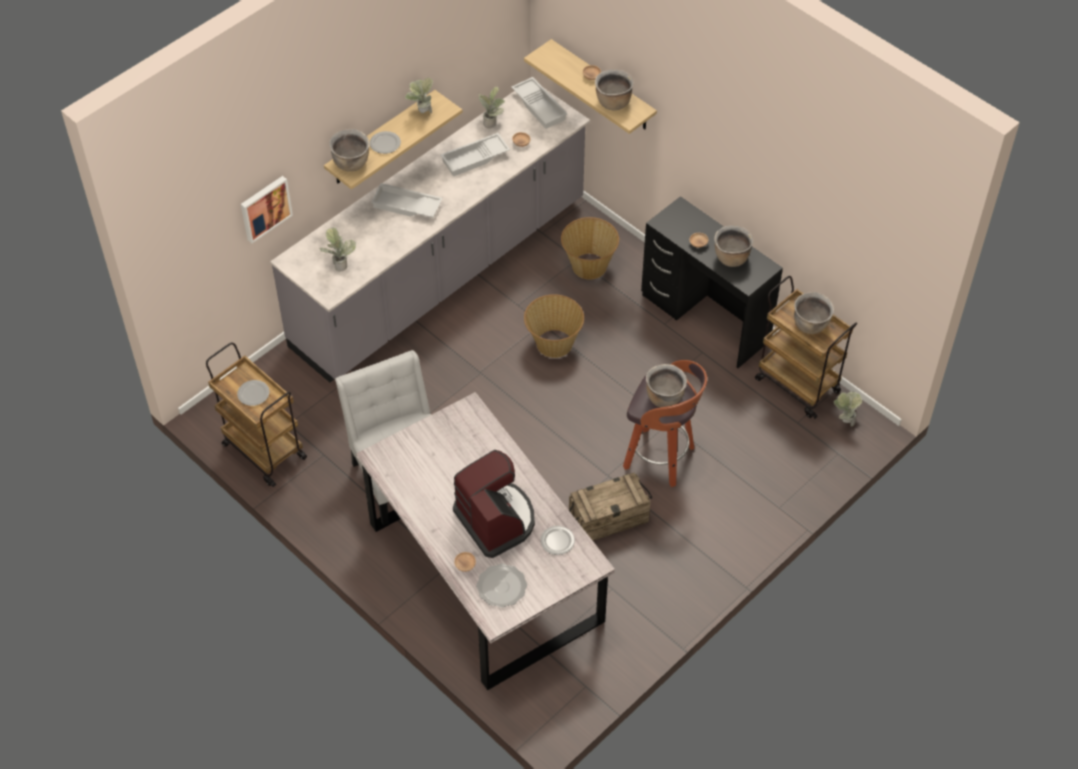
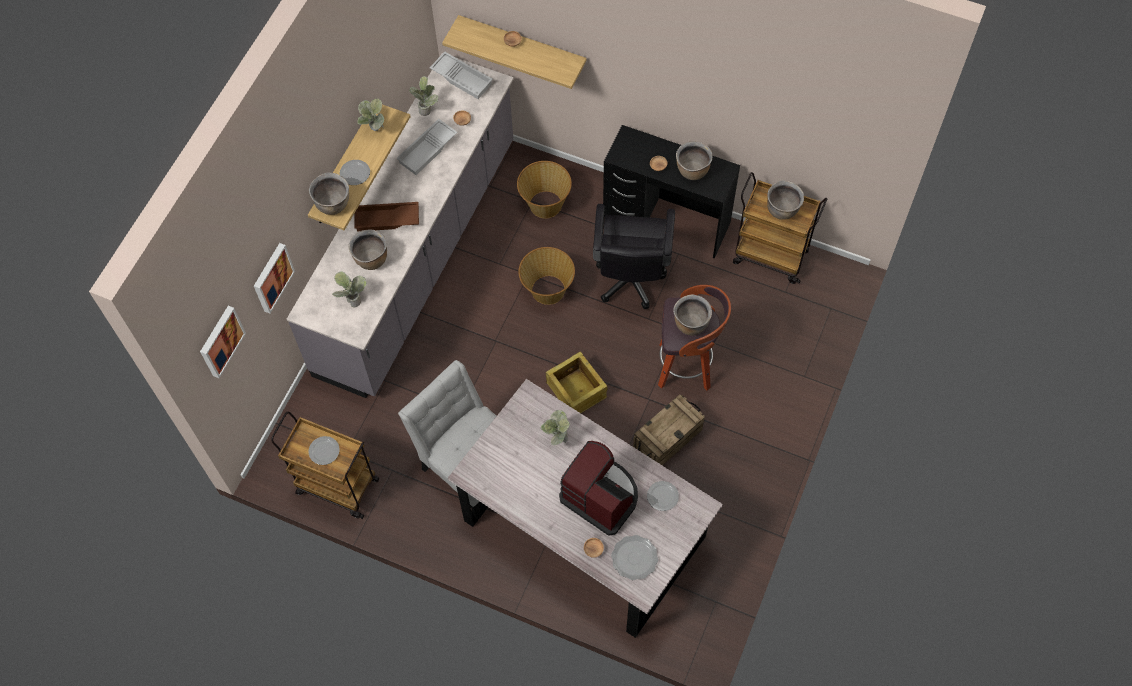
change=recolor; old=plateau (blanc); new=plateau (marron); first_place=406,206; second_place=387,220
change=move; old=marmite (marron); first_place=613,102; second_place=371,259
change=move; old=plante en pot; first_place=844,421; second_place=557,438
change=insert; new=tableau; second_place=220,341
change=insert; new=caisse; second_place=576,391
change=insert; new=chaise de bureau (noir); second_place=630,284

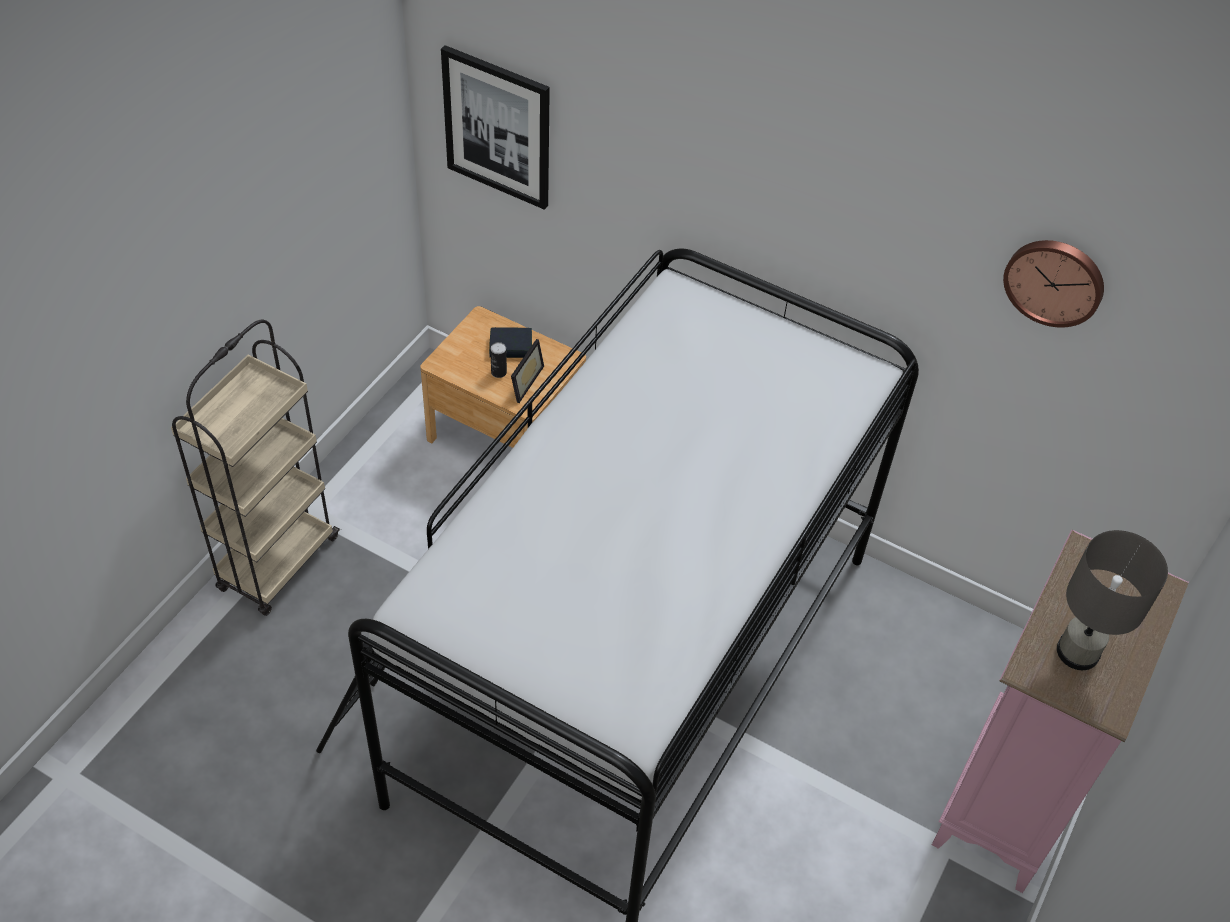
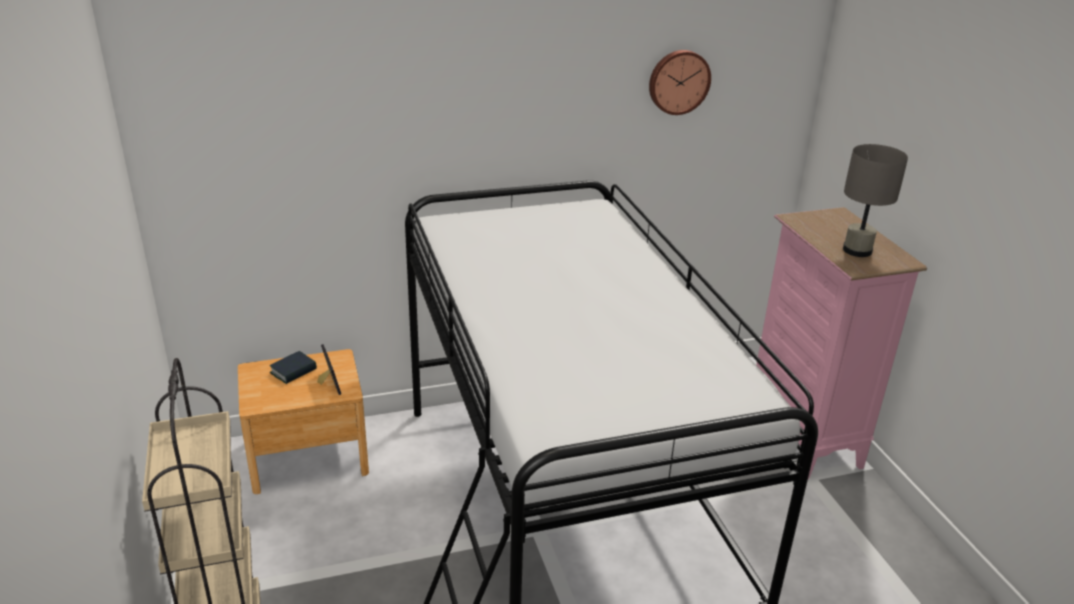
change=delete; old=tableau; first_place=498,127
change=delete; old=boîte métallique; first_place=498,372

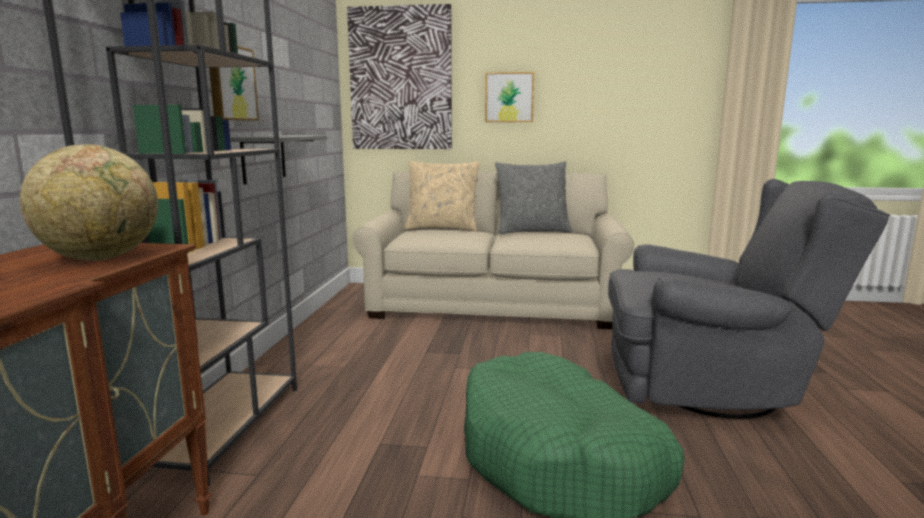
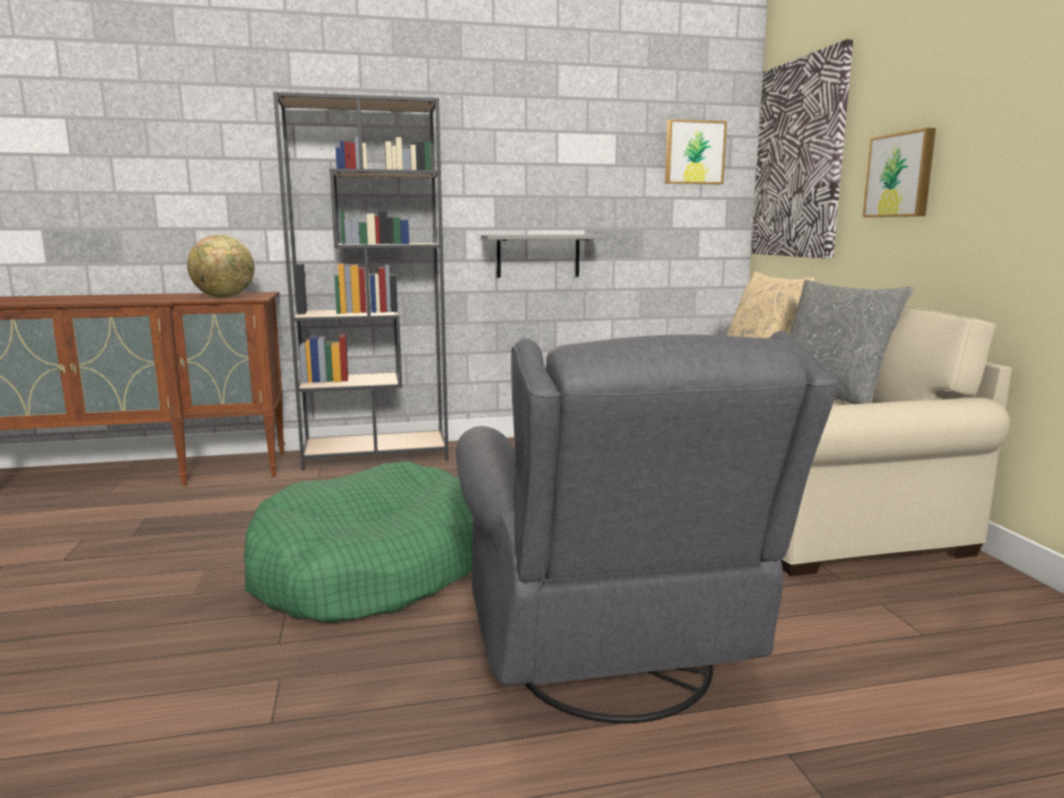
change=move; old=tableau; first_place=230,83; second_place=694,152

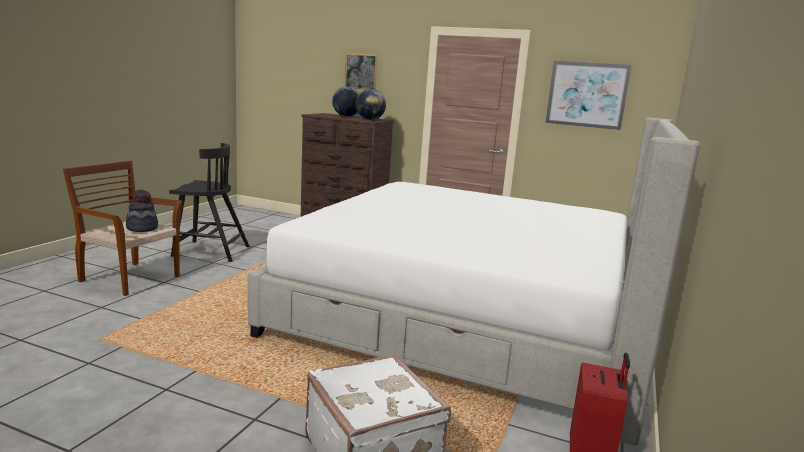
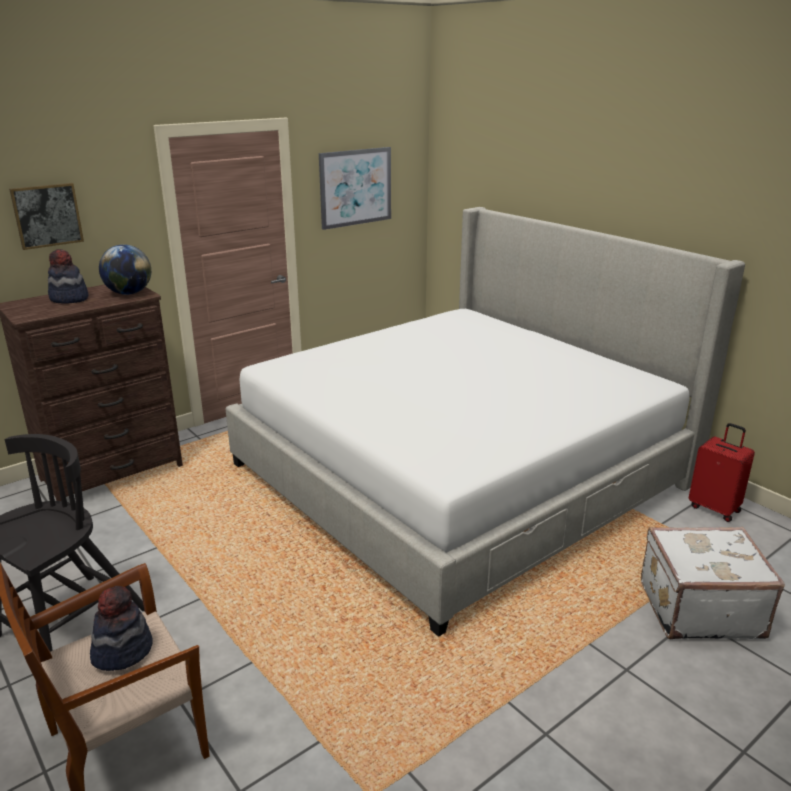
change=replace; old=globe; new=chapeau; first_place=346,116; second_place=69,299

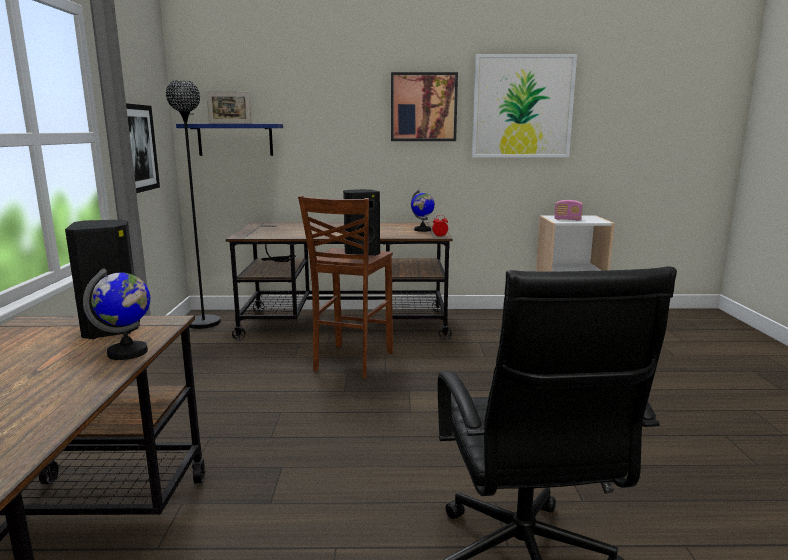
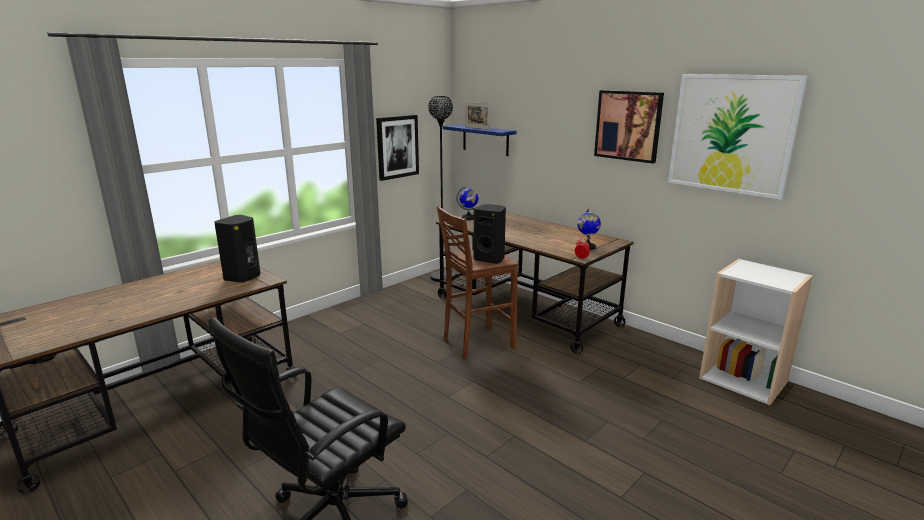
change=move; old=globe; first_place=128,352; second_place=468,218
change=delete; old=radio; first_place=567,219

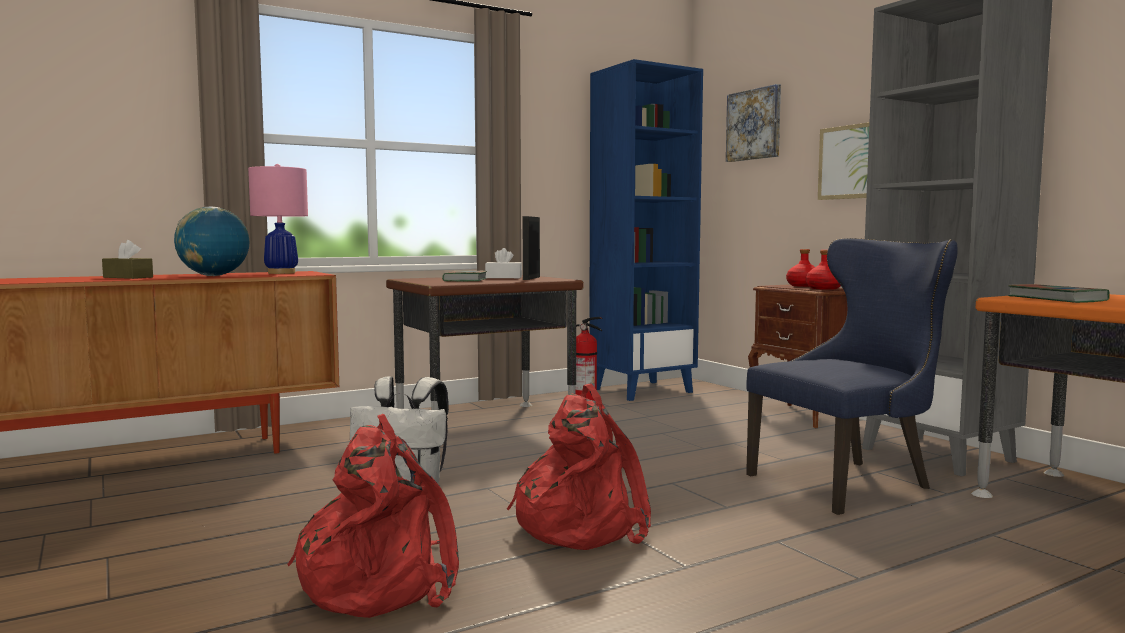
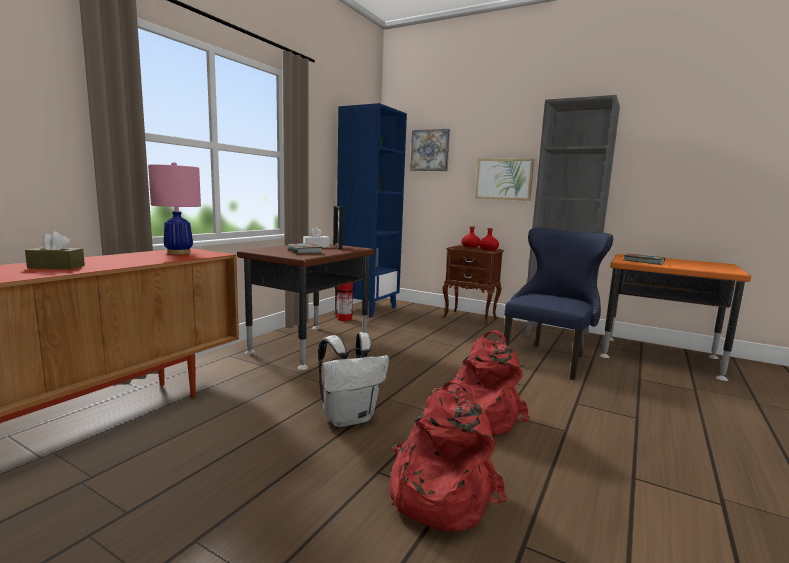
change=delete; old=globe; first_place=214,276

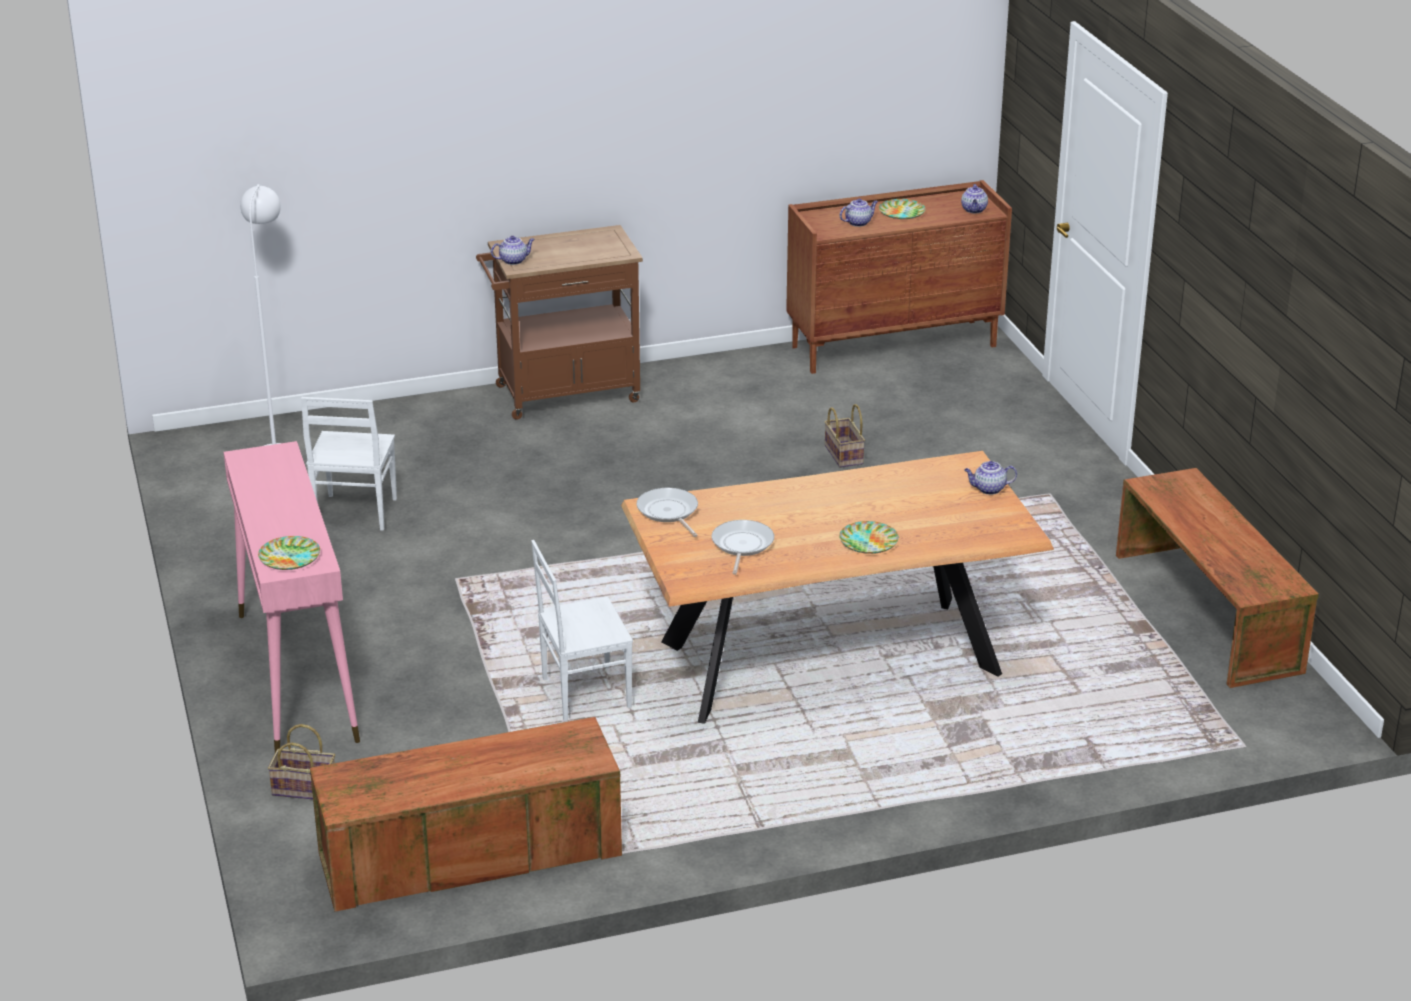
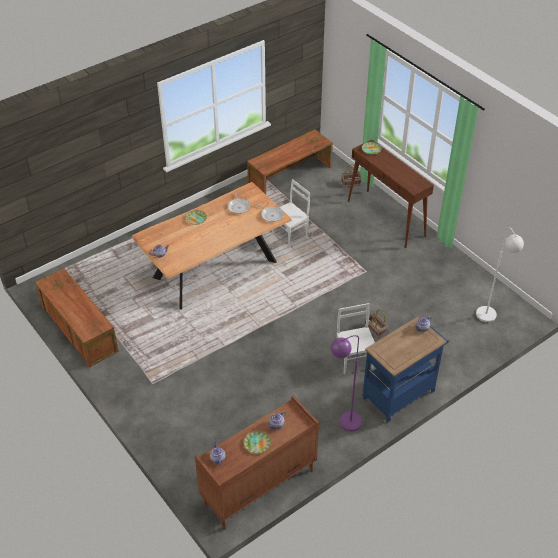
change=recolor; old=table console (rose); new=table console (marron); first_place=296,675; second_place=386,219
change=move; old=chaise (blanc); first_place=354,513; second_place=355,360
change=recolor; old=chariot (marron); new=chariot (bleu); first_place=563,394; second_place=400,394
change=move; old=panier; first_place=842,454; second_place=376,329
change=insert; new=lampadaire (violet); second_place=344,425

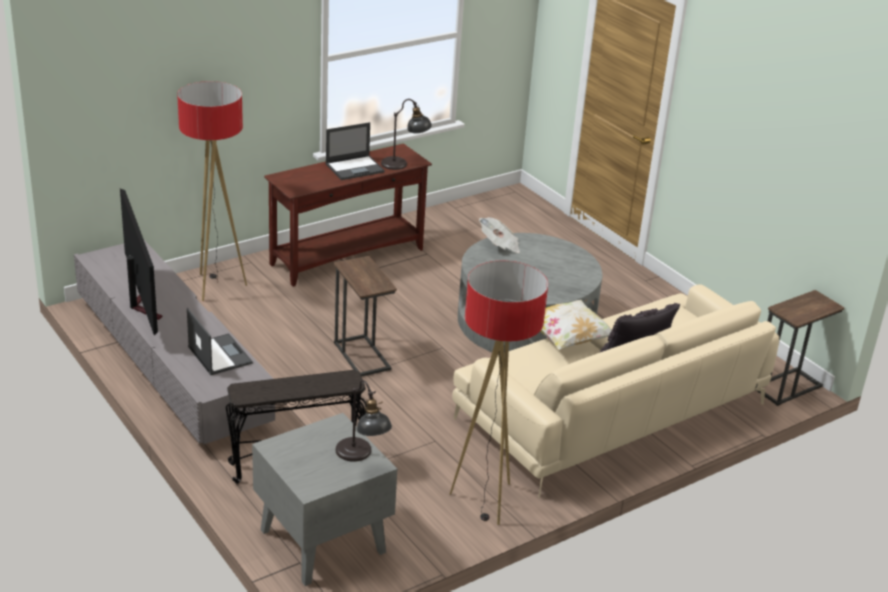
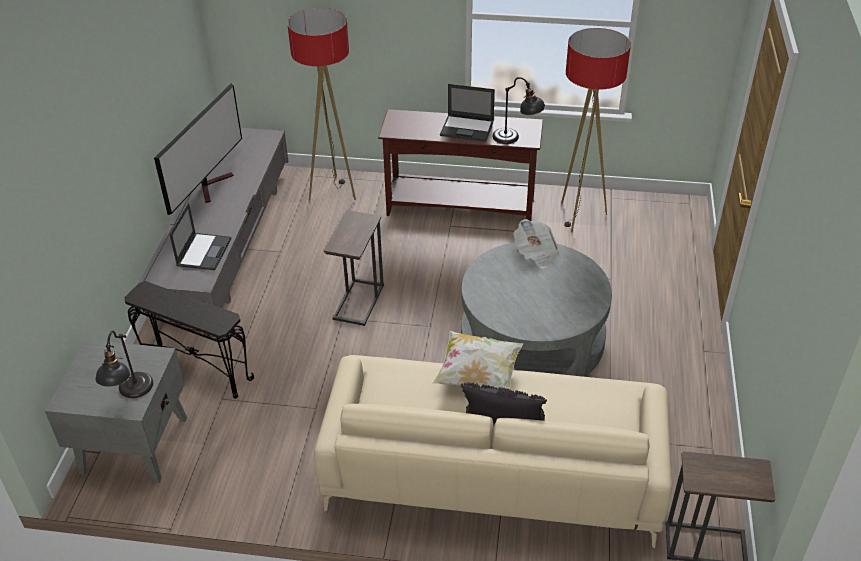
change=move; old=lampadaire; first_place=485,501; second_place=579,216

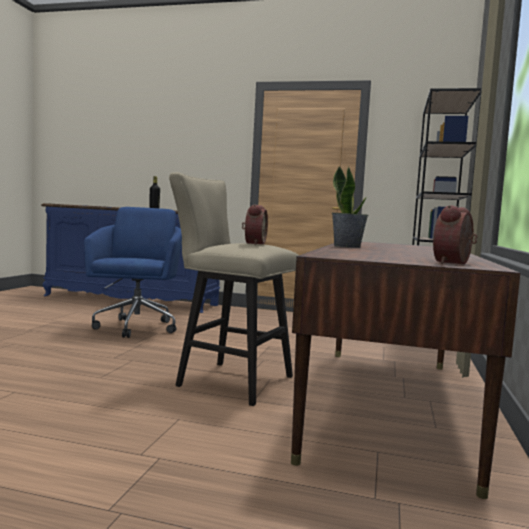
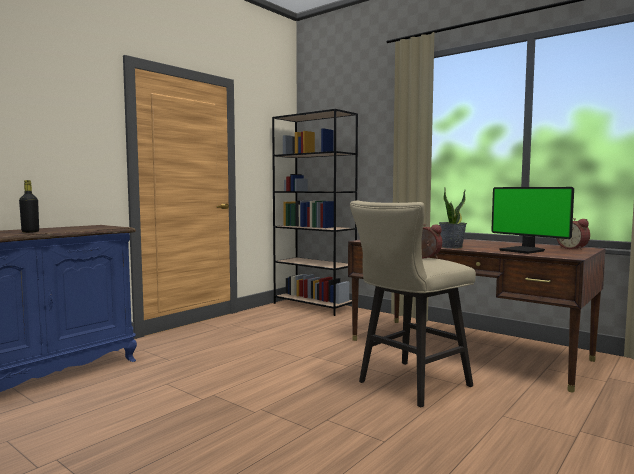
change=delete; old=chaise de bureau (bleu); first_place=135,329
change=insert; new=écran d'ordinateur; second_place=523,250

